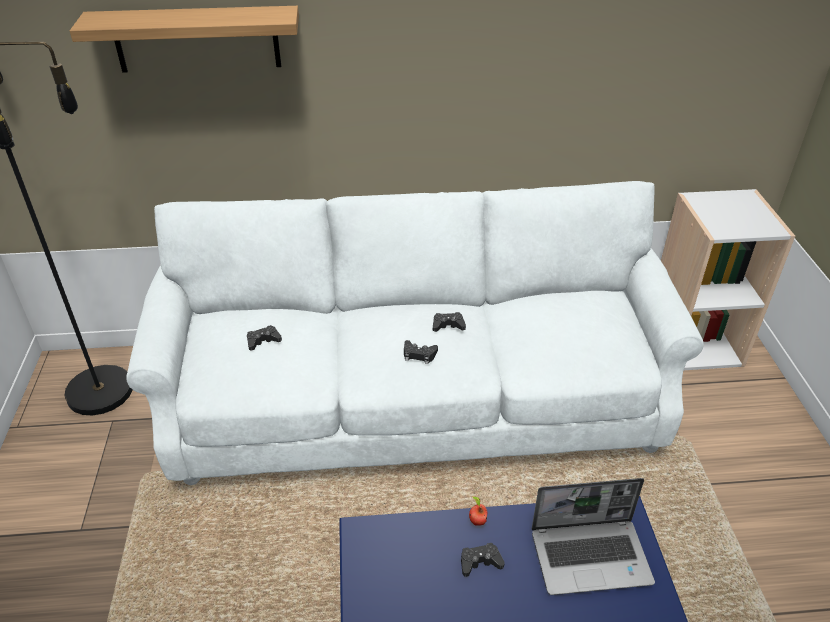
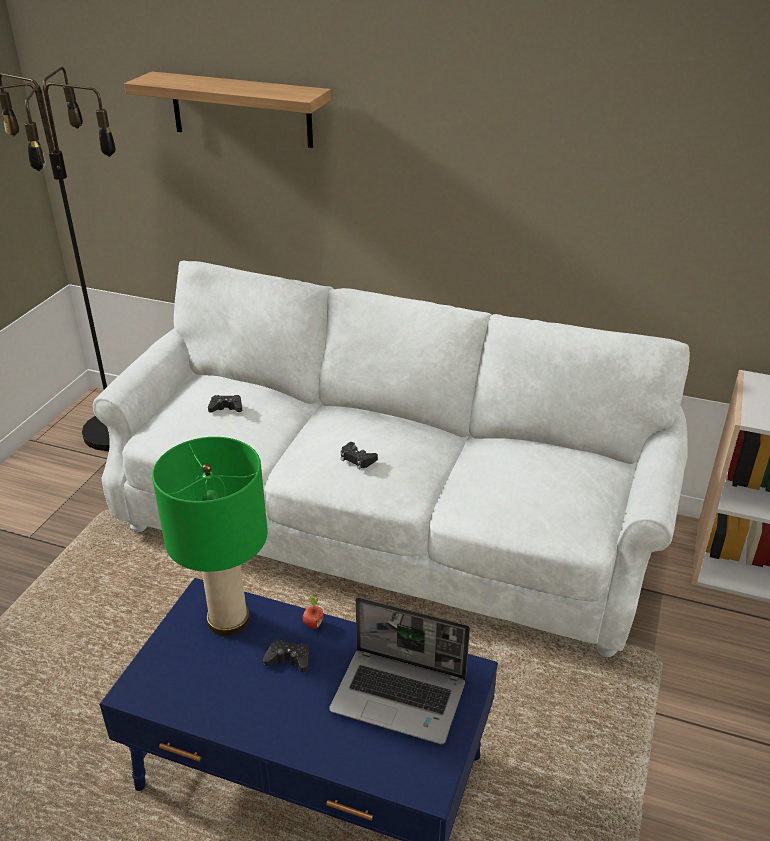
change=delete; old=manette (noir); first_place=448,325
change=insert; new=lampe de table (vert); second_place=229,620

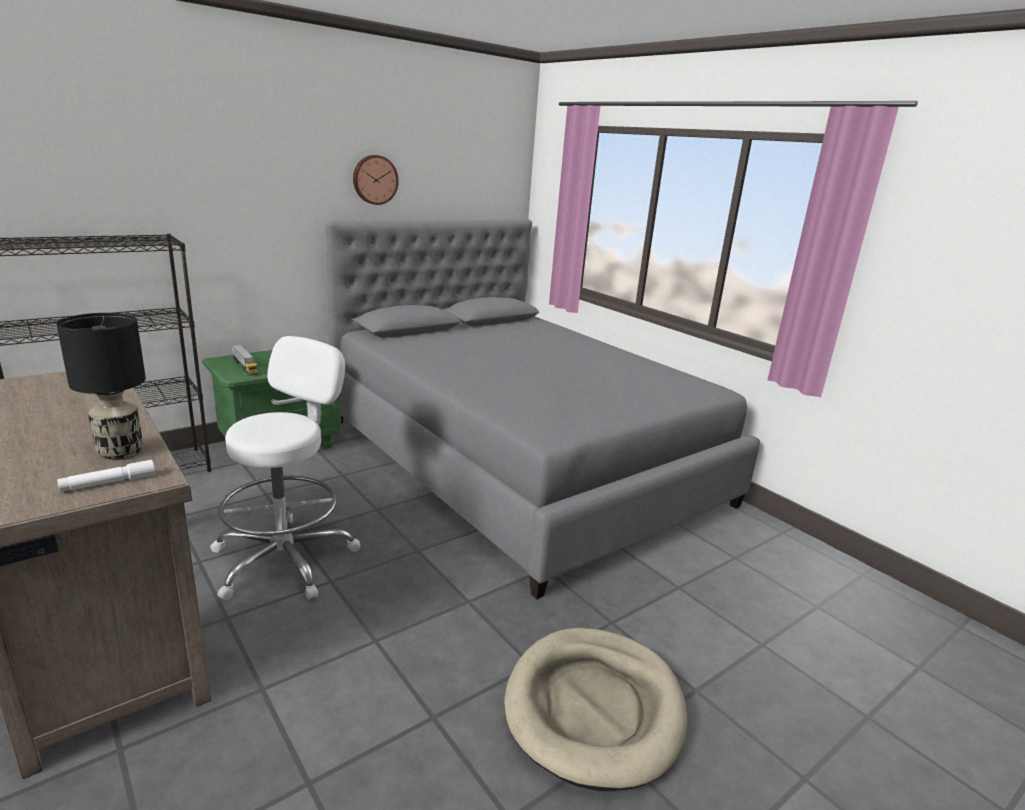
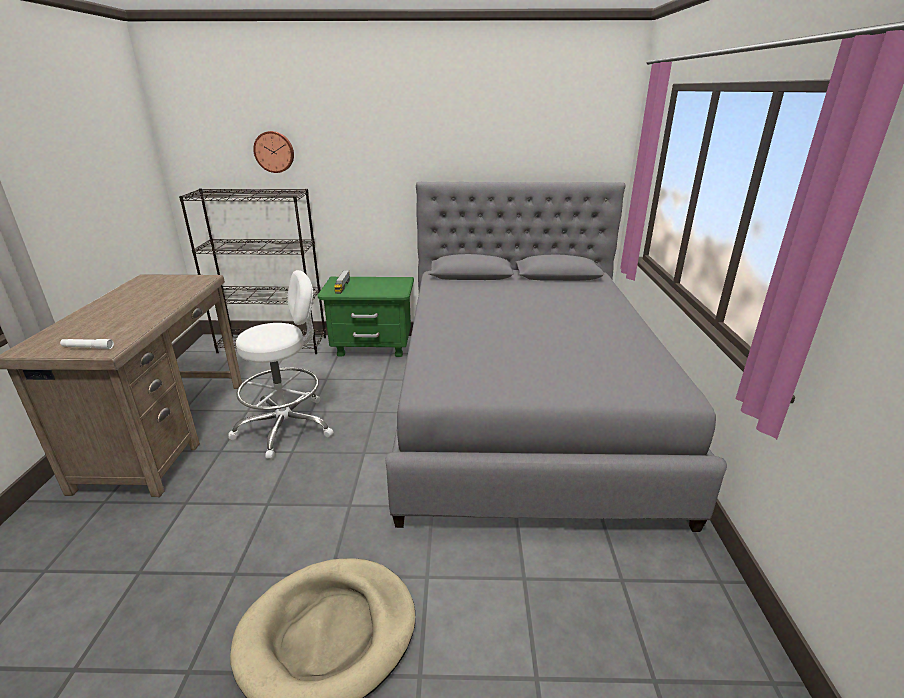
change=delete; old=lampe de table (noir); first_place=119,453
change=move; old=horloge murale; first_place=374,179; second_place=274,152

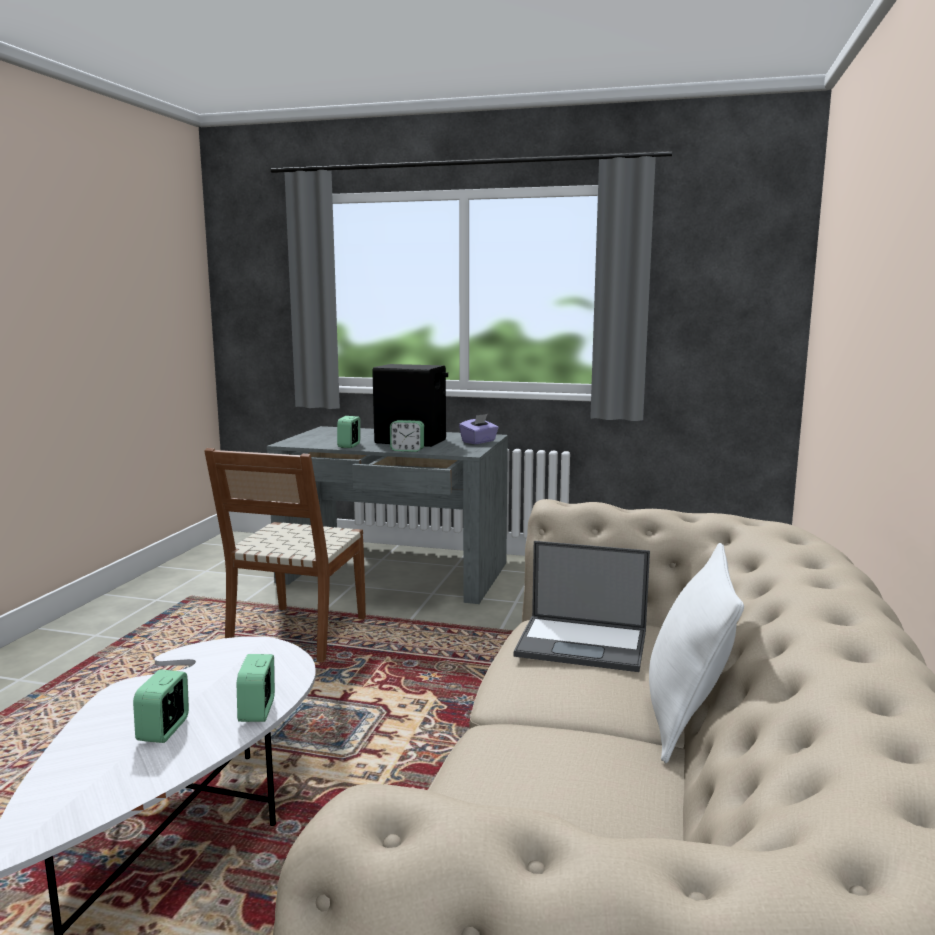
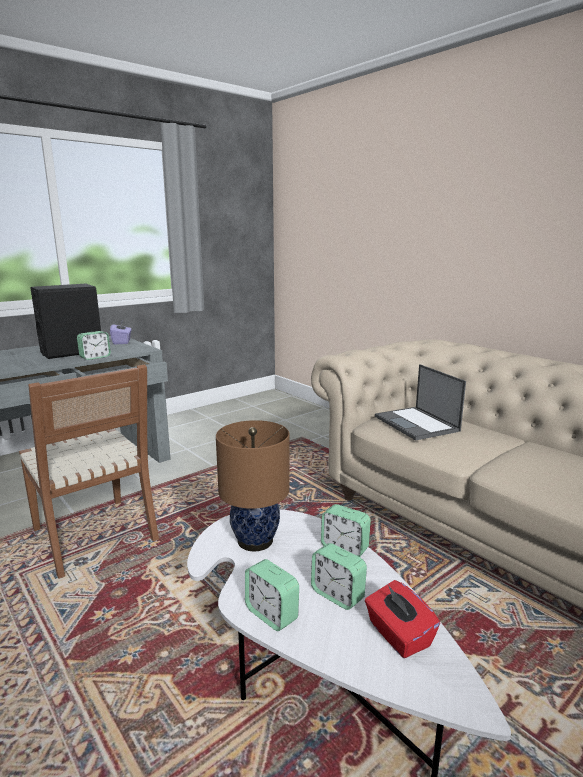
change=move; old=réveil; first_place=349,446; second_place=271,614
change=rotate; old=ordinateur portable; first_place=584,643; second_place=417,424; degrees=105
change=delete; old=coussin (blanc); first_place=686,718
change=insert; new=lampe de table (marron); second_place=255,541
change=insert; new=boîte à mouchoirs (rouge); second_place=398,635

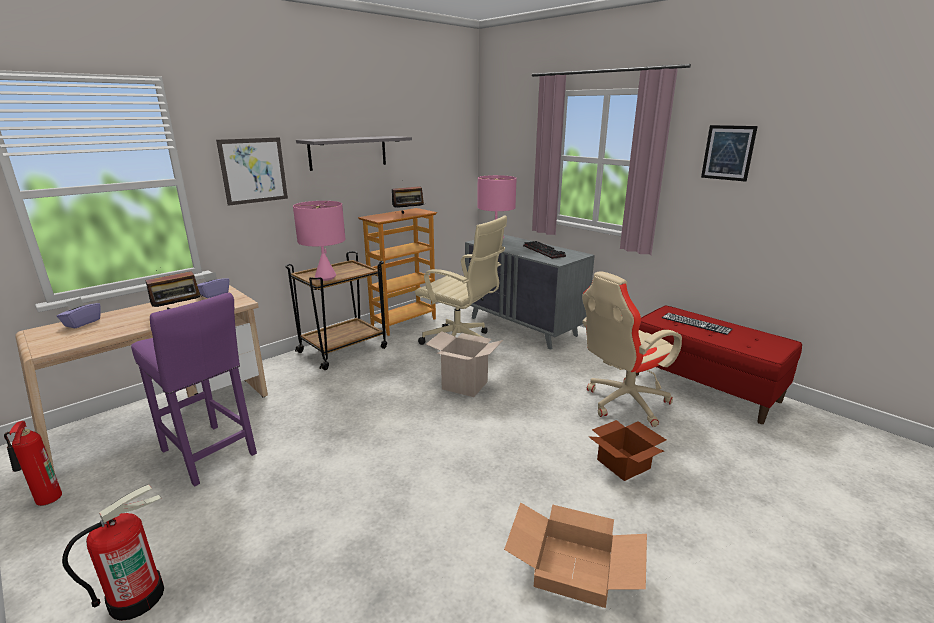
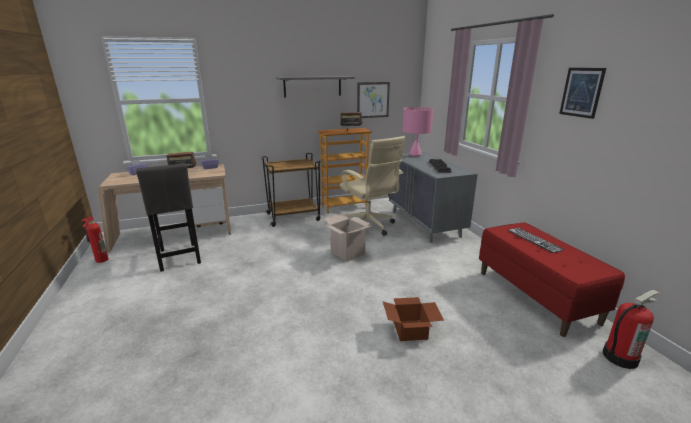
change=move; old=extincteur; first_place=137,597; second_place=619,357
change=recolor; old=tabouret (violet); new=tabouret (gris); first_place=210,455; second_place=179,258
change=move; old=tableau; first_place=253,170; second_place=373,100
change=delete; old=lampe de table (rose); first_place=325,278
change=delete; old=carton; first_place=572,570
change=delete; old=chaise de bureau (beige); first_place=621,404

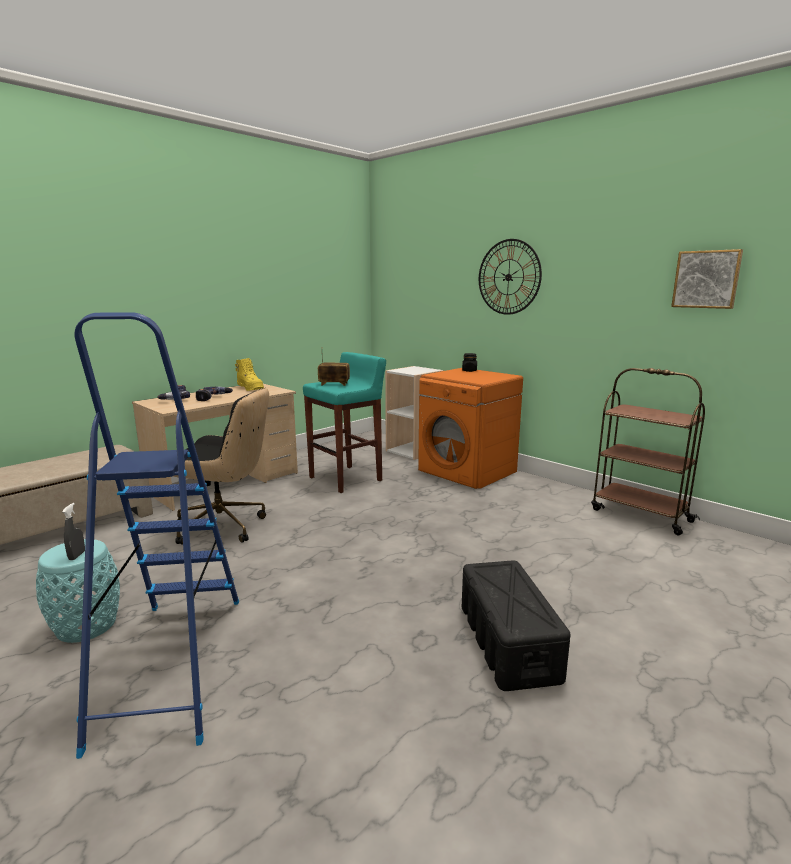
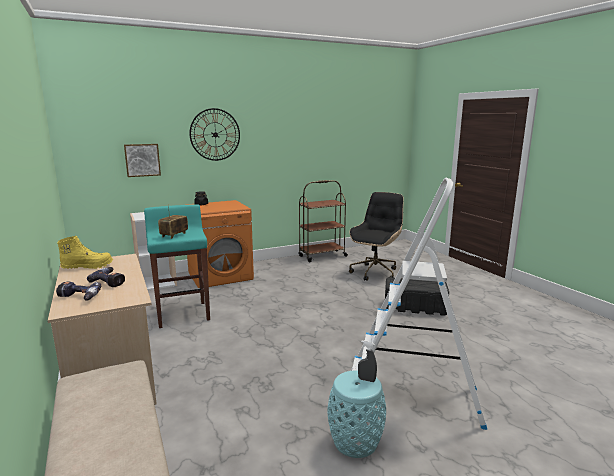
change=recolor; old=escabeau (bleu); new=escabeau (blanc); first_place=173,663; second_place=410,398
change=move; old=chaise de bureau (noir); first_place=223,528; second_place=375,272
change=move; old=tableau; first_place=706,279; second_place=142,160

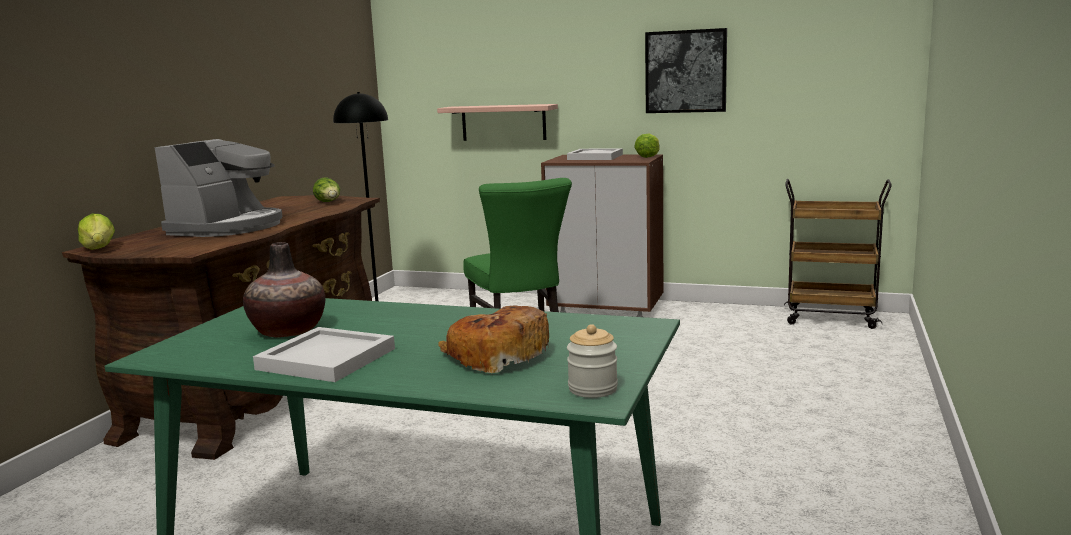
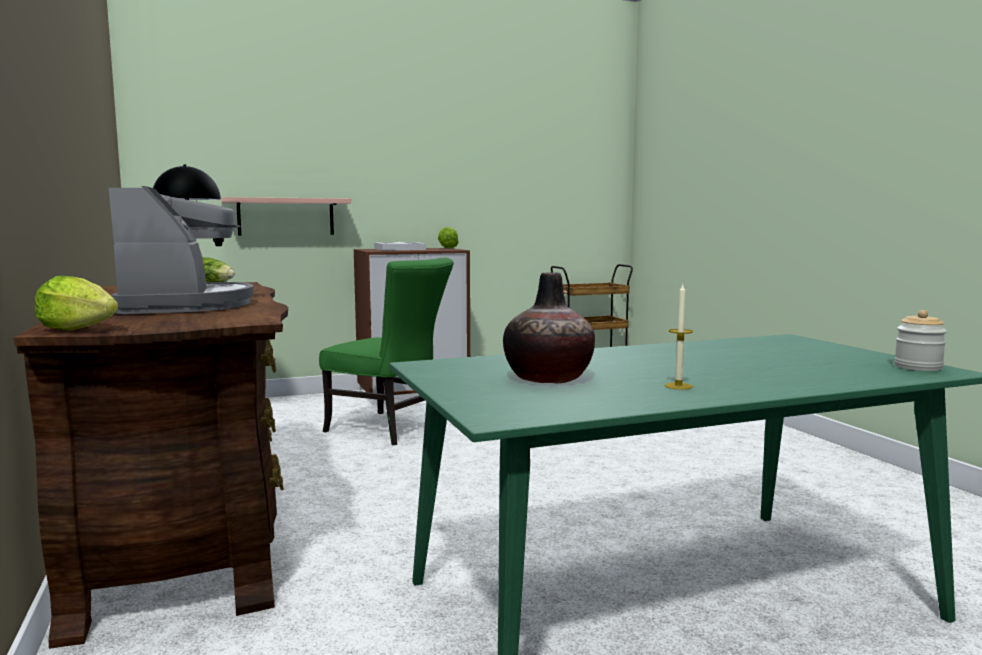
change=replace; old=plateau (blanc); new=bougie; first_place=329,358; second_place=678,386
change=delete; old=pain; first_place=497,356
change=delete; old=tableau; first_place=686,71

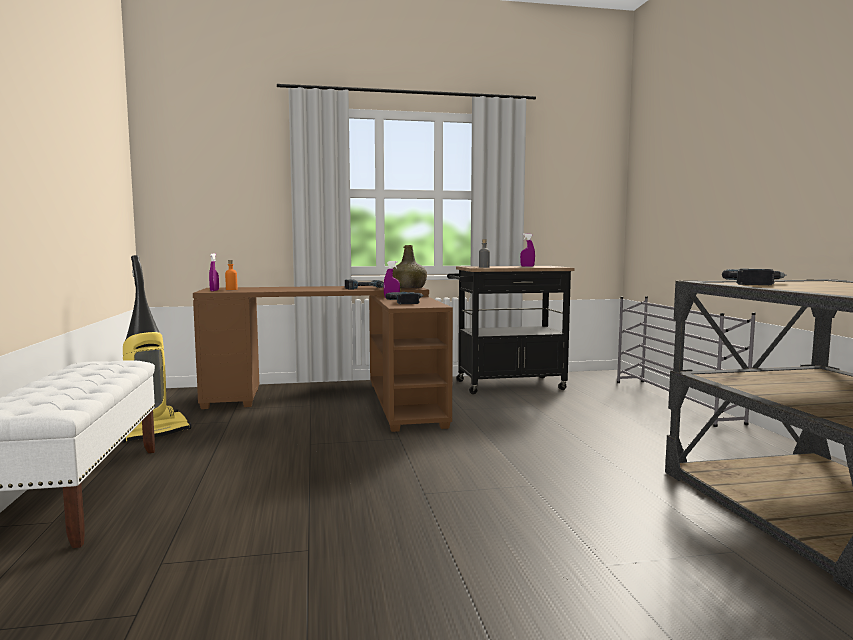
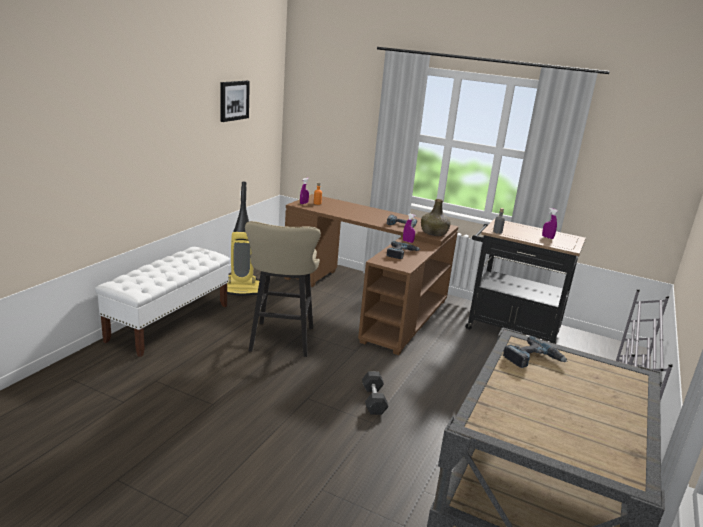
change=insert; new=tableau; second_place=234,100
change=insert; new=tabouret (beige); second_place=280,343
change=insert; new=haltère (gris); second_place=373,400

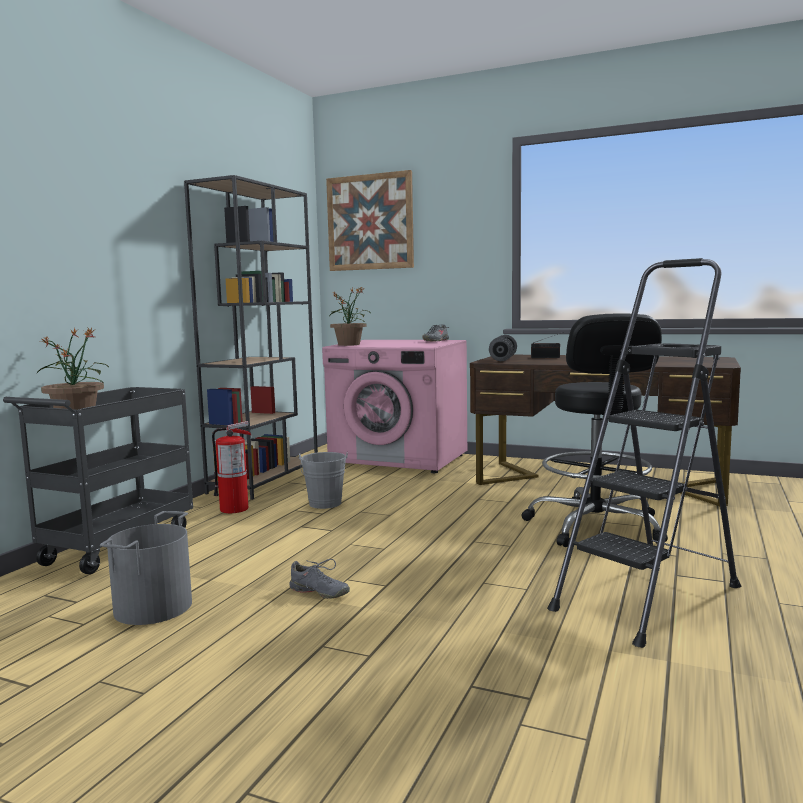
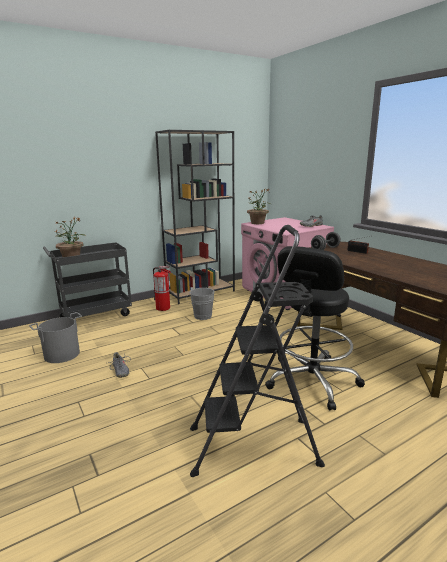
change=delete; old=tableau; first_place=370,222

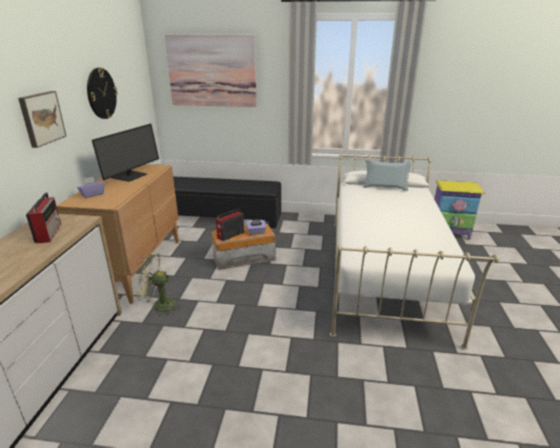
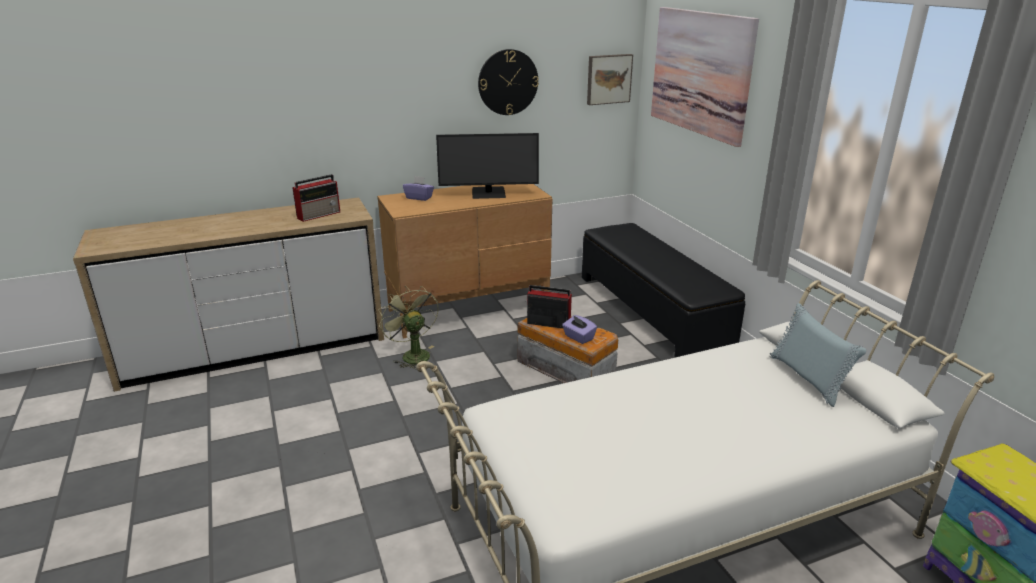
change=move; old=tableau; first_place=41,118; second_place=608,79

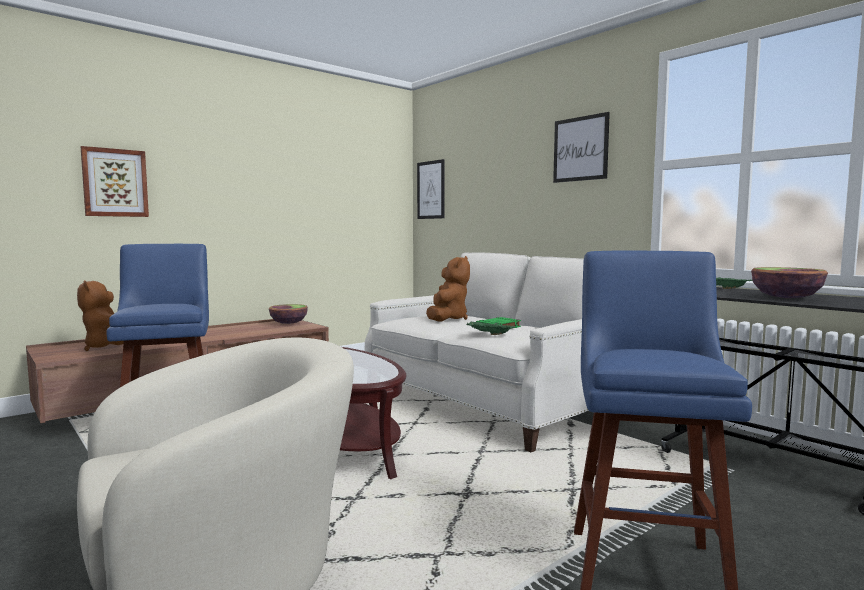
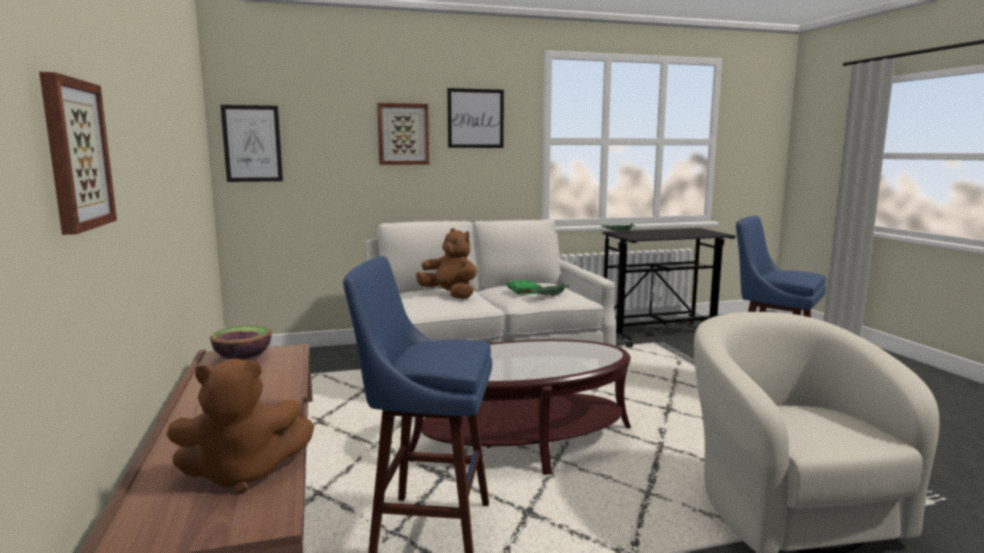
change=delete; old=bol; first_place=786,298
change=insert; new=tableau; second_place=403,134

